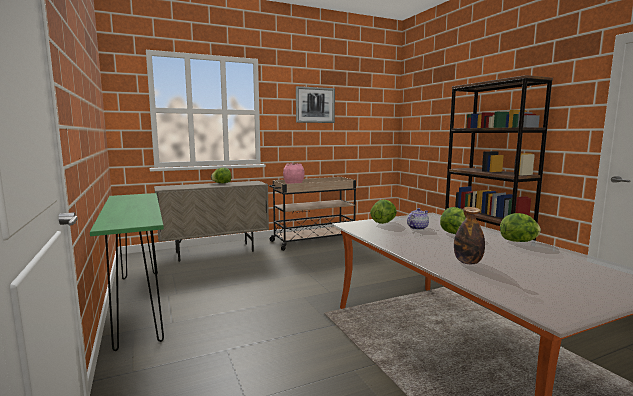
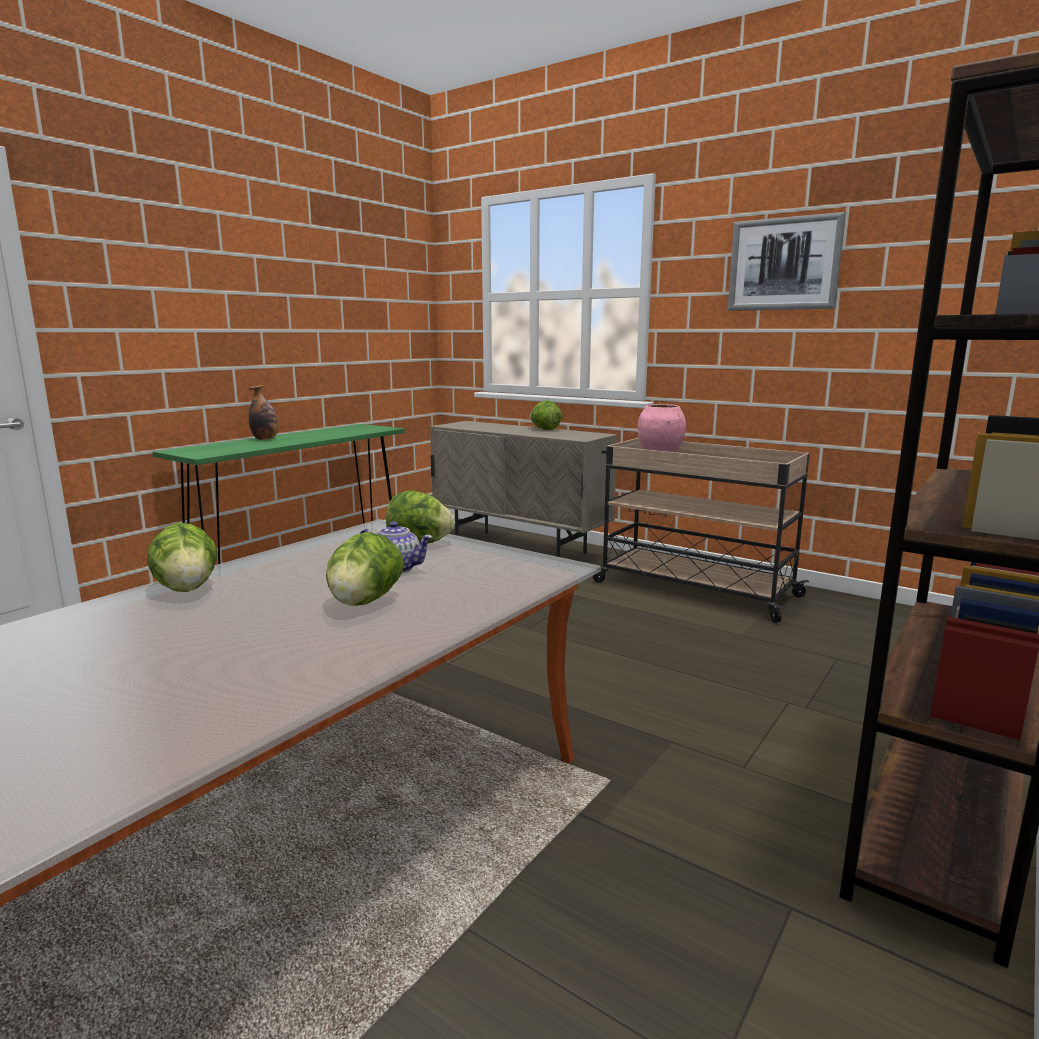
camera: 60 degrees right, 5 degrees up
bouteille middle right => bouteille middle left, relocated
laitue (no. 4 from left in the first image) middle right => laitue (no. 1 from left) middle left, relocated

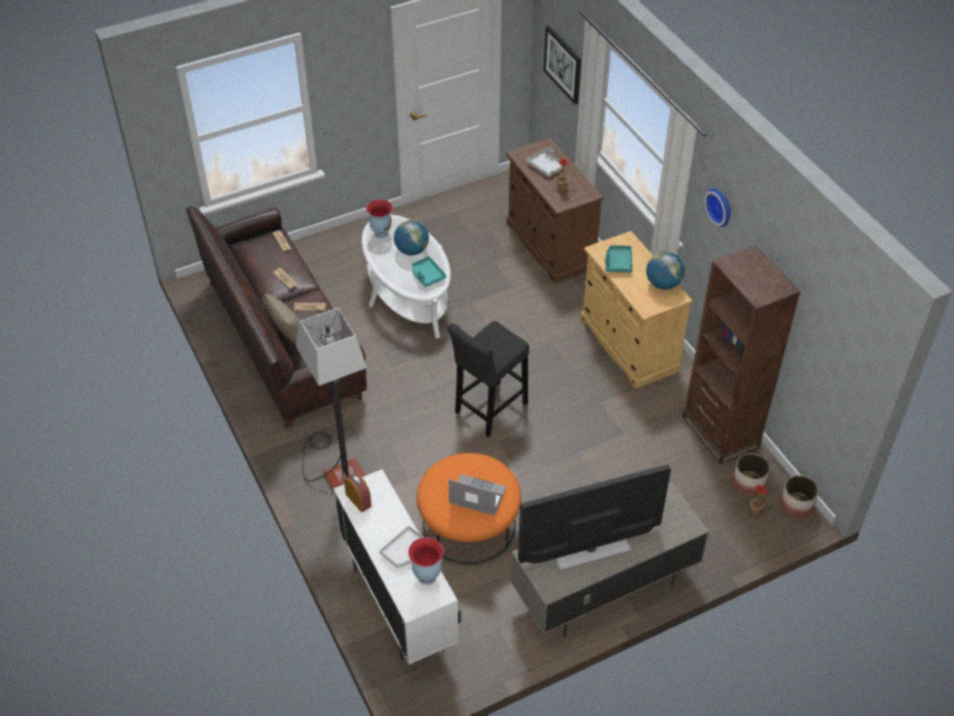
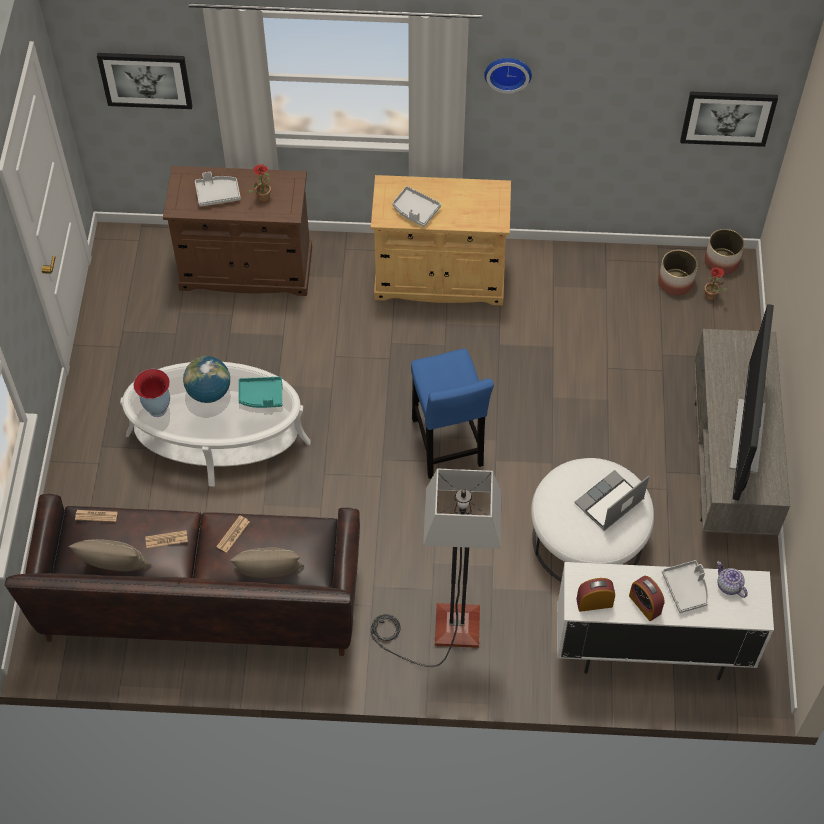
camera: 60 degrees left, 10 degrees up
globe (no. 2 from left) middle right => nothing
bibliothèque [marron] middle right => nothing
nothing => coussin [beige] (no. 1 from left) bottom left
nothing => réveil (no. 2 from left) bottom right
nothing => tableau (no. 2 from left) top right
vase (no. 2 from left) bottom centre => théière bottom right
pouf [orange] bottom centre => pouf [blanc] middle right
tabouret [noir] centre => tabouret [bleu] centre
plateau [turquoise] (no. 2 from left) centre => plateau [gris] (no. 2 from left) top centre

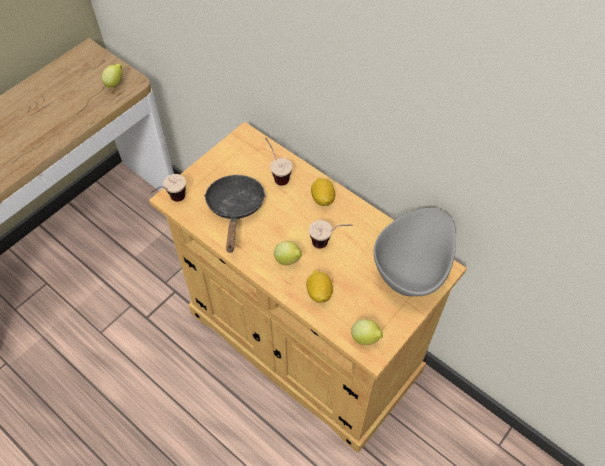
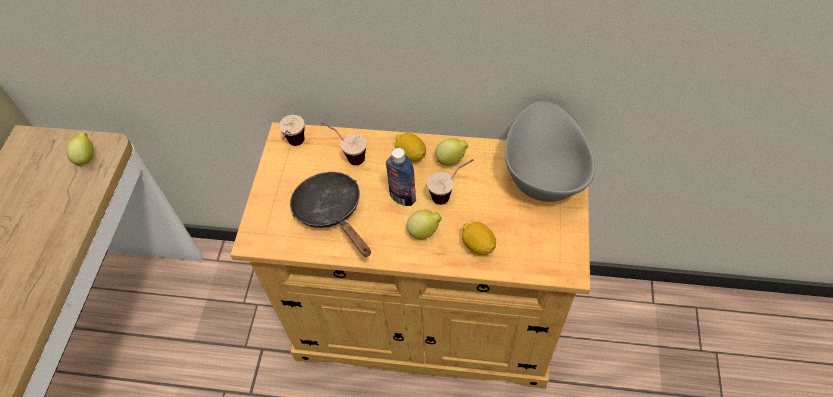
camera: 30 degrees left, 0 degrees up
nothing => bouteille centre
tasse (no. 1 from left) middle left => tasse (no. 1 from left) top centre, relocated
citron (no. 5 from left in the first image) bottom centre => citron (no. 4 from left) centre, relocated

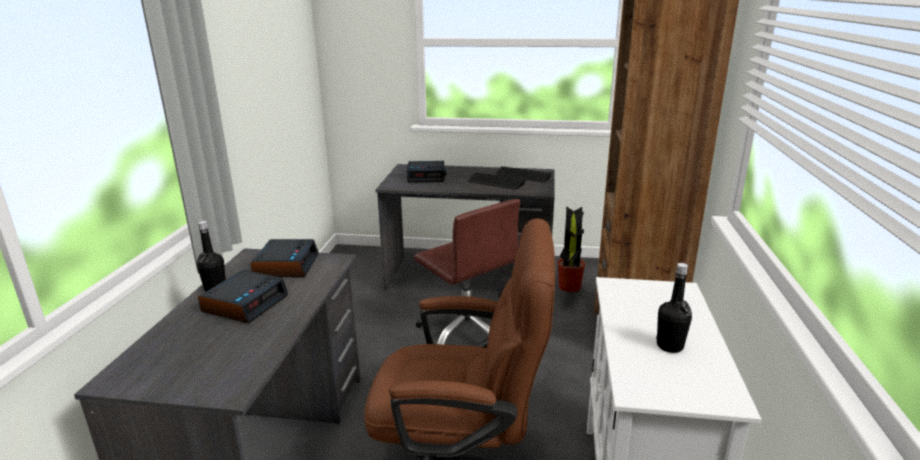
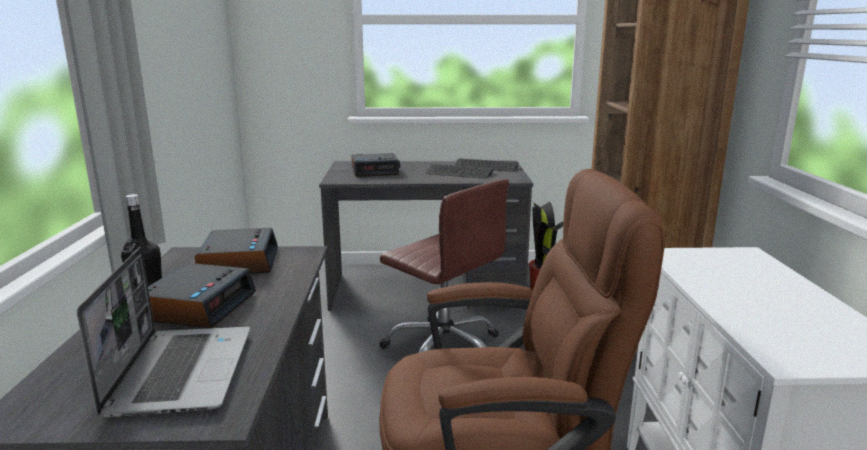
camera: 10 degrees left, 5 degrees down
bouteille [noir] (no. 2 from left) bottom right => nothing
nothing => ordinateur portable bottom left

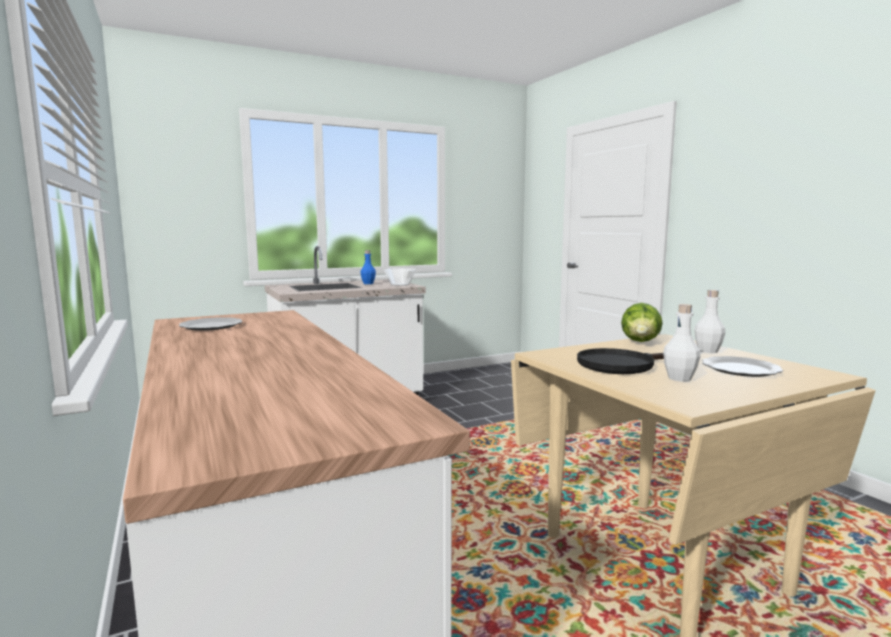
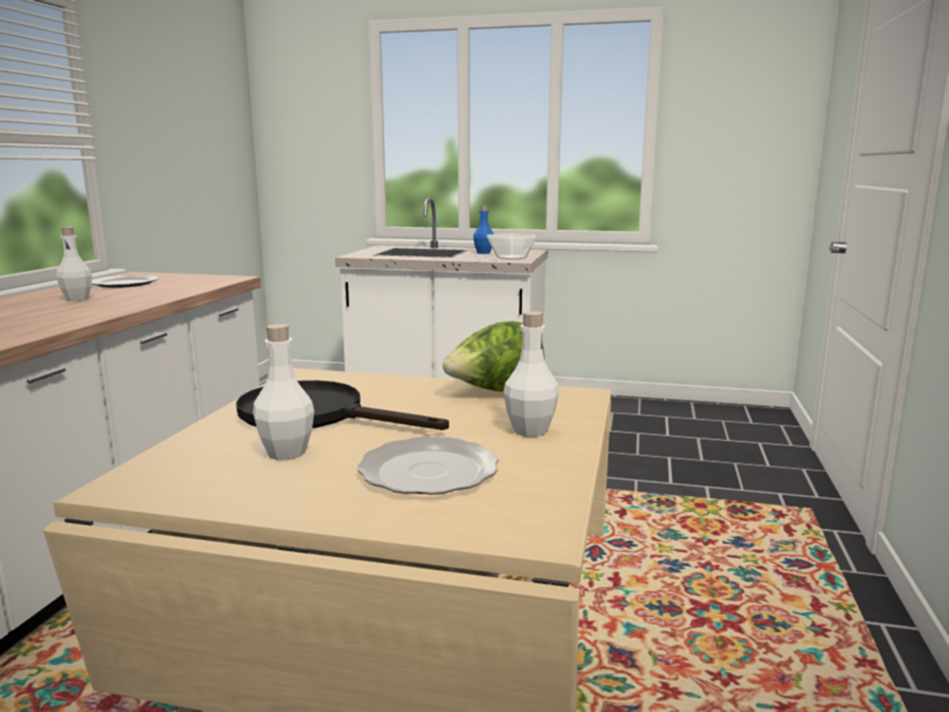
camera: 40 degrees right, 5 degrees up
nothing => bouteille [blanc] (no. 1 from left) middle left

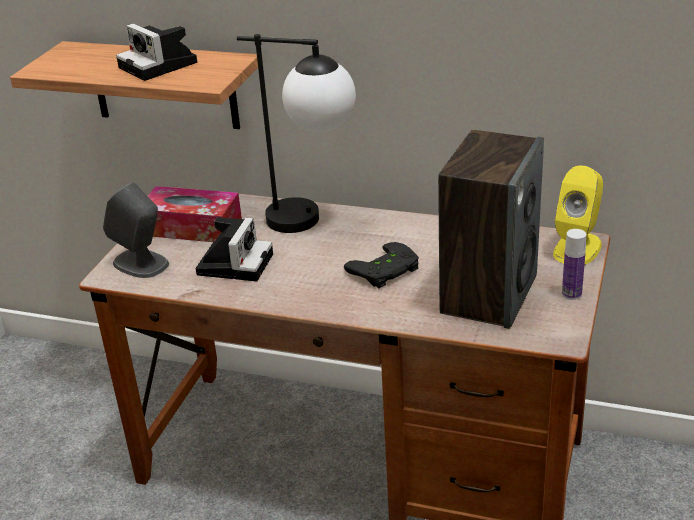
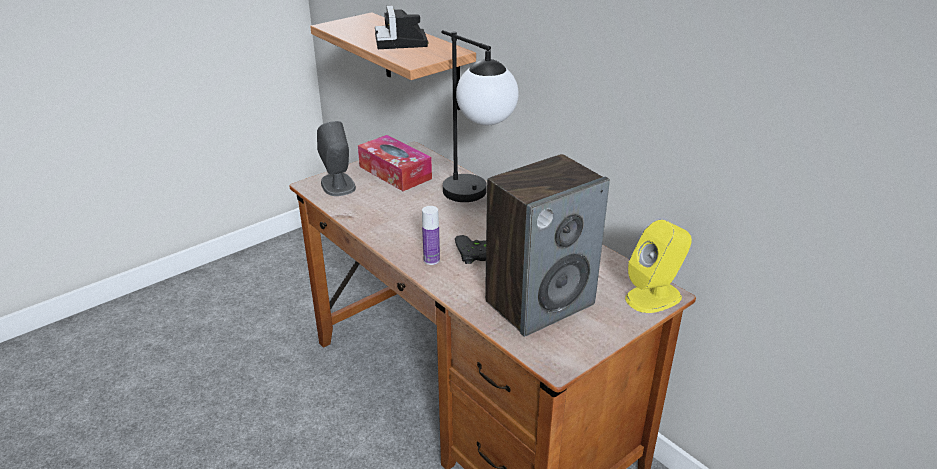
camera: 30 degrees right, 0 degrees up
appareil photo (no. 2 from left) centre => nothing
bouteille middle right => bouteille centre, relocated

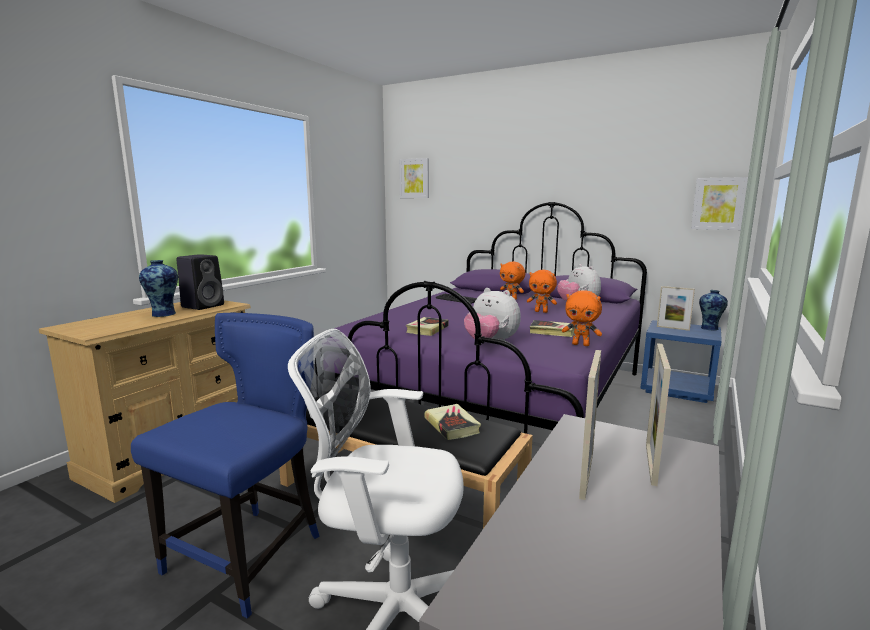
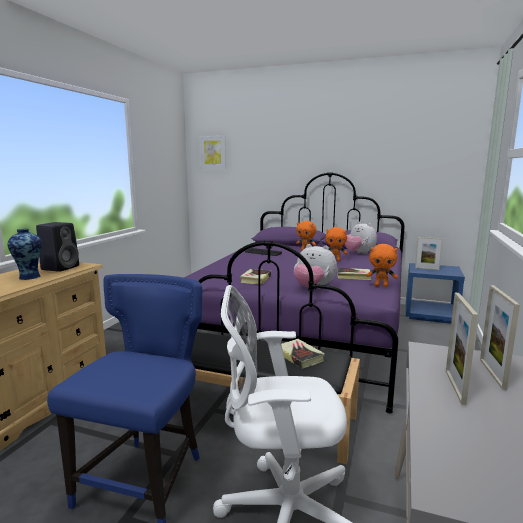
camera: 10 degrees left, 0 degrees up
tableau (no. 2 from left) top right => nothing
vase (no. 2 from left) middle right => nothing

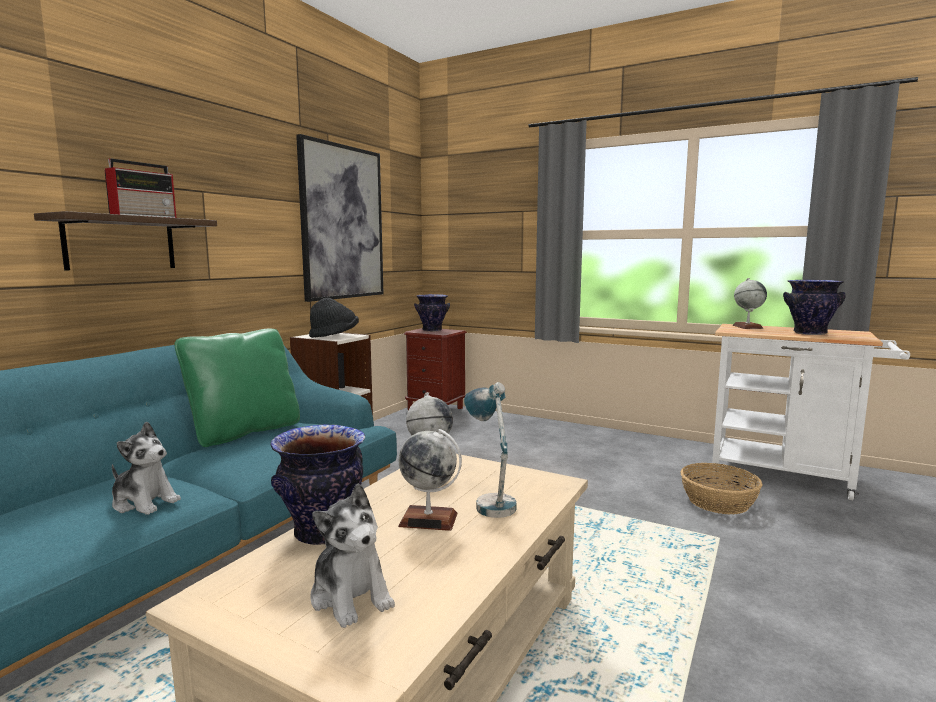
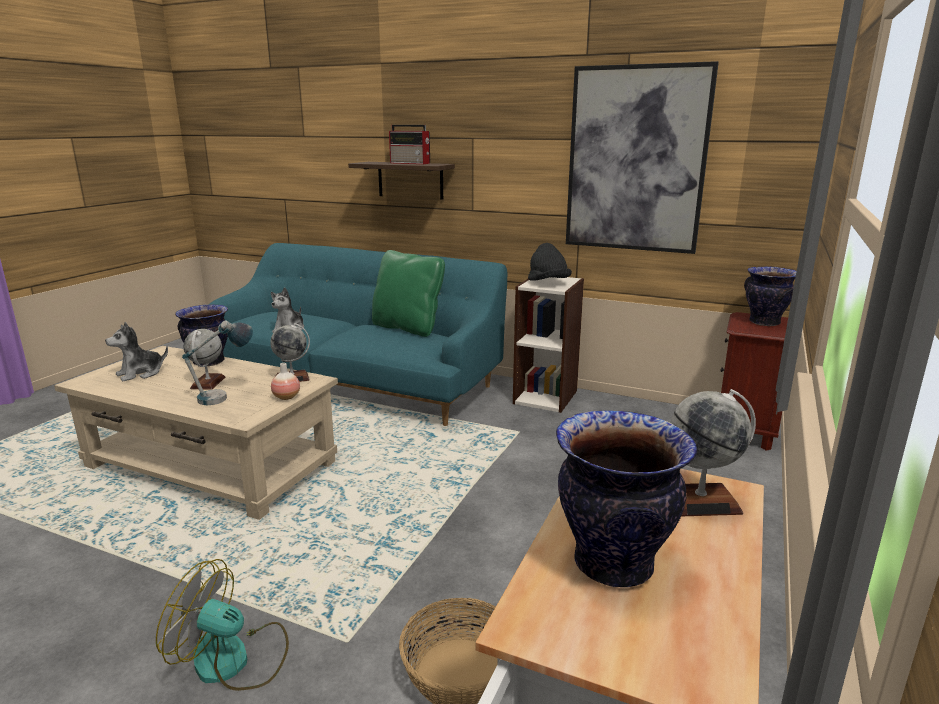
camera: 85 degrees right, 10 degrees up
nothing => ventilateur bottom left
nothing => vase (no. 2 from left) middle left

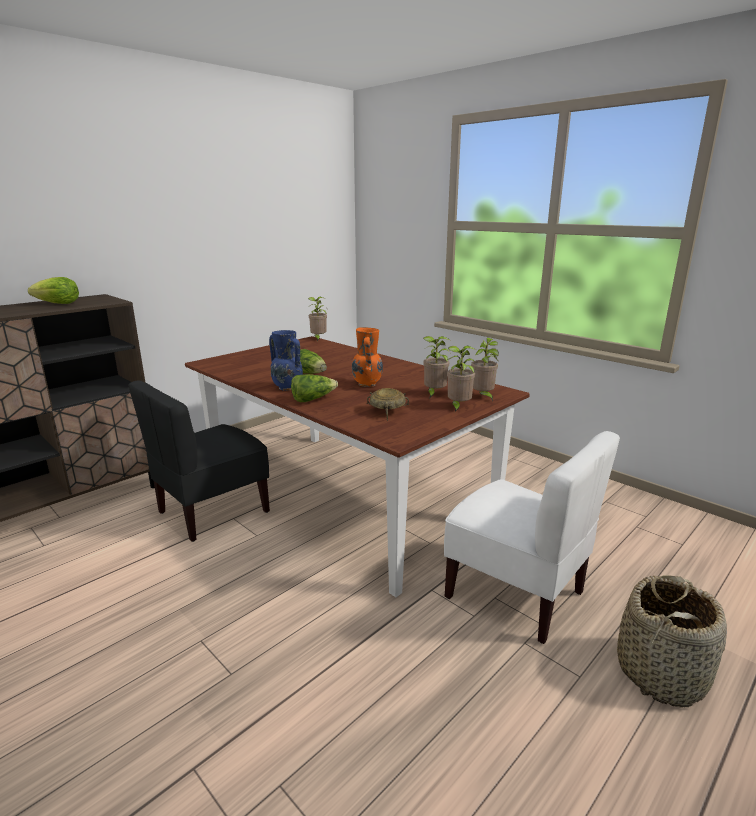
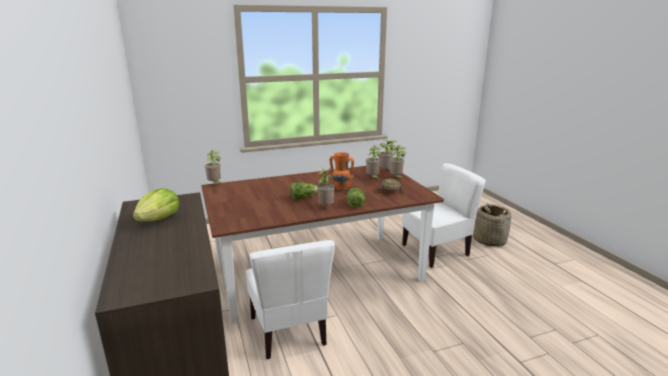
camera: 65 degrees left, 0 degrees up
vase [bleu] centre => plante en pot (no. 2 from left) centre
chaise [noir] middle left => chaise [blanc] (no. 1 from left) bottom centre

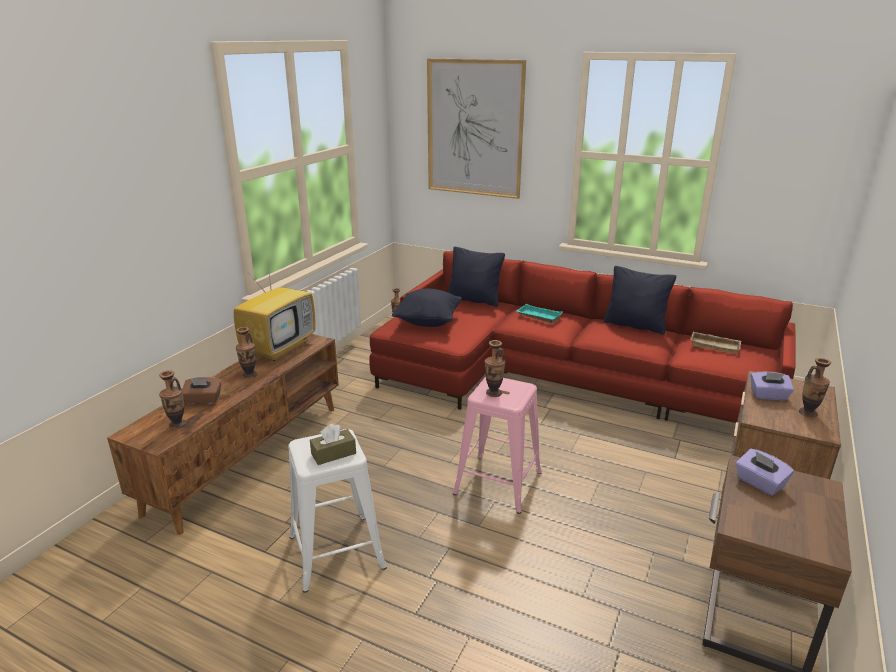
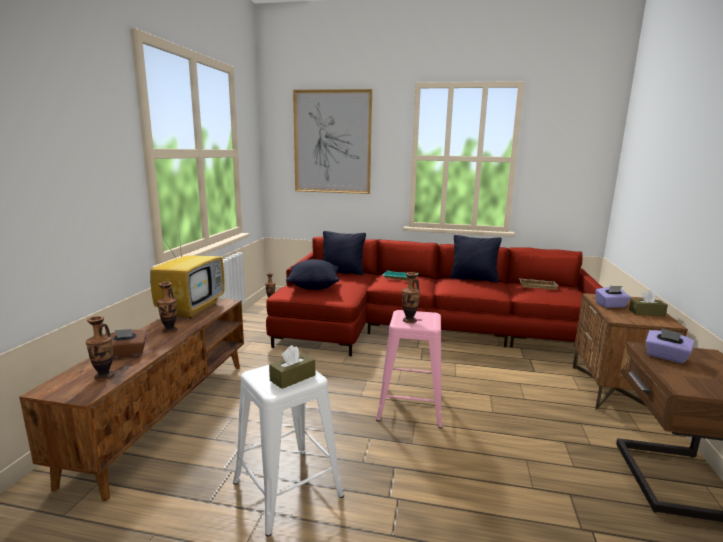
camera: 15 degrees left, 10 degrees down
vase (no. 5 from left) middle right => boîte à mouchoirs [marron] (no. 3 from left) middle right

